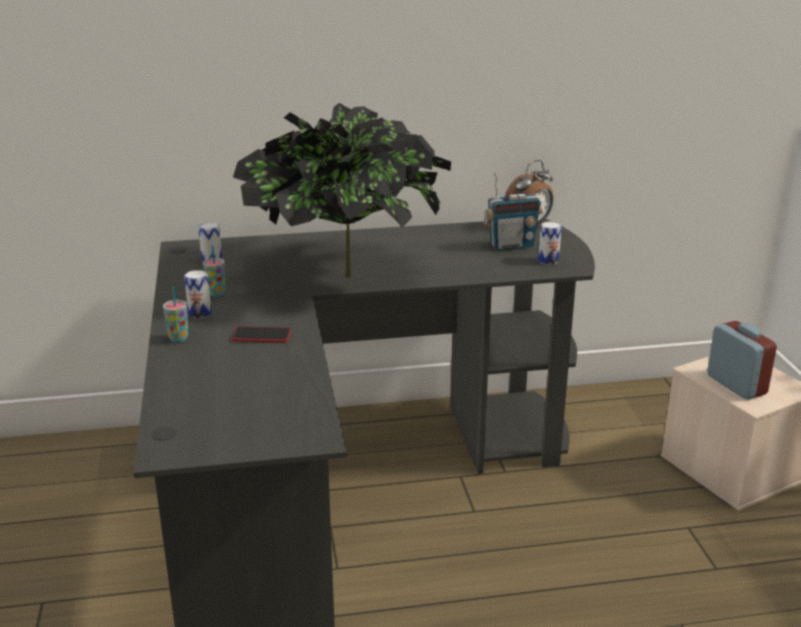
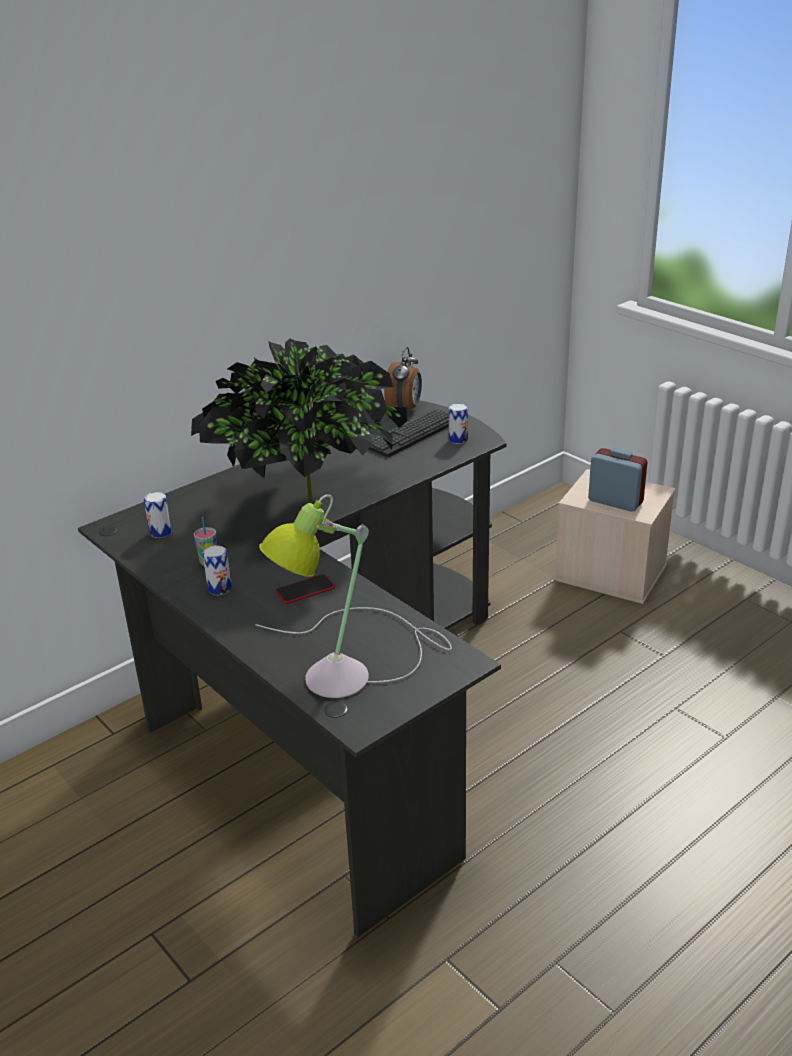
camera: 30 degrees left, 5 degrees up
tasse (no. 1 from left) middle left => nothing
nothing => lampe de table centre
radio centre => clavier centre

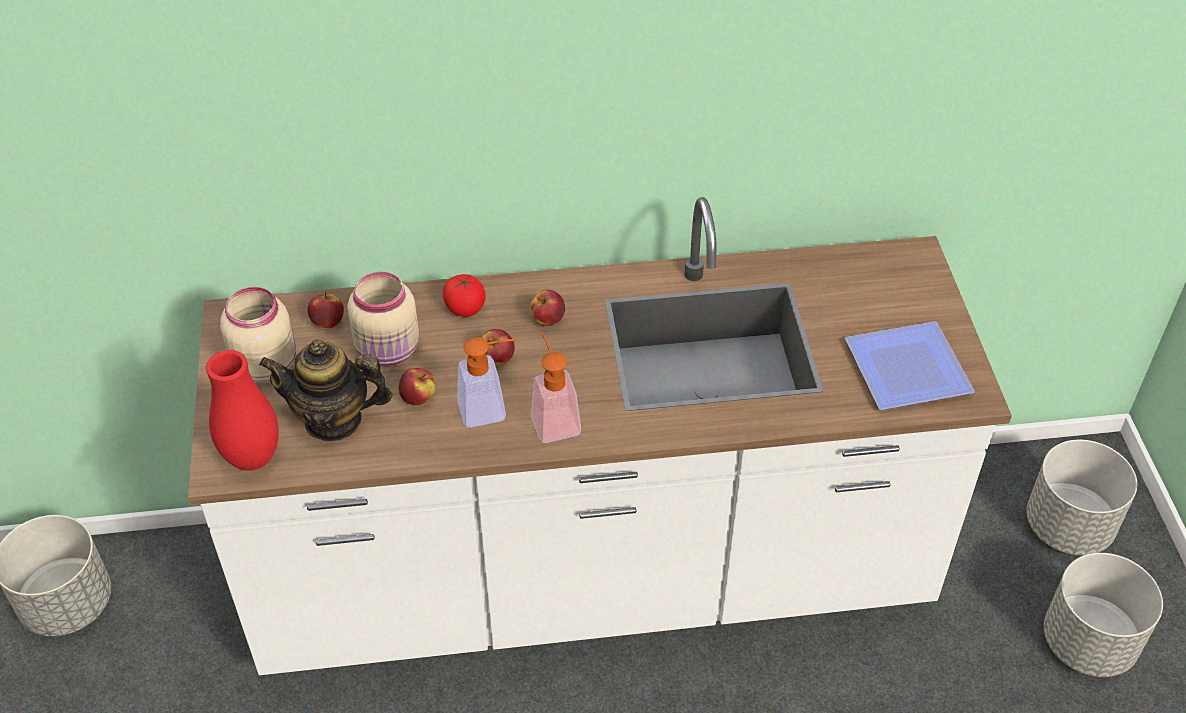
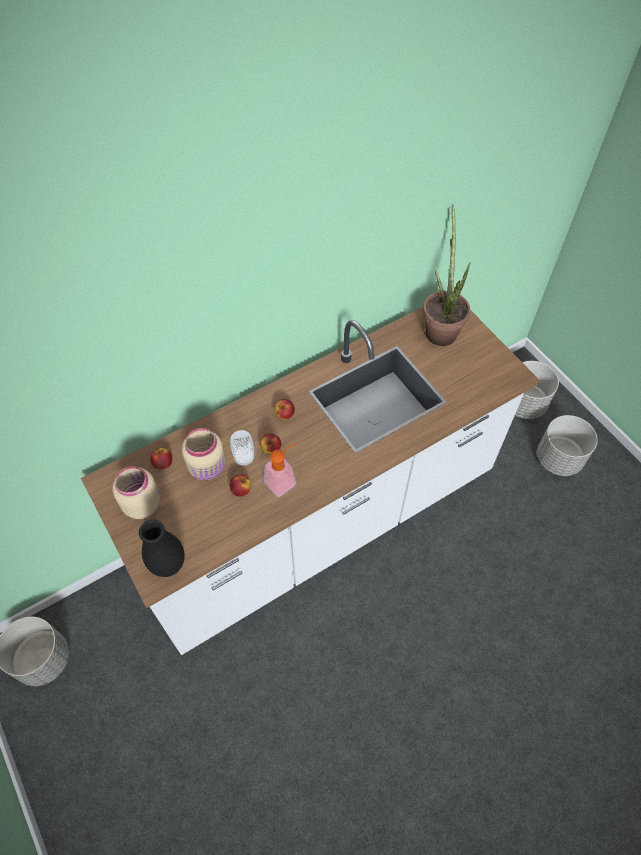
camera: 25 degrees left, 10 degrees up
théière middle left => nothing
tomate centre => nothing
distributeur de savon (no. 2 from left) centre => nothing
assiette middle right => nothing
nothing => tasse centre
nothing => plante en pot top right
vase [rouge] middle left => vase [noir] middle left

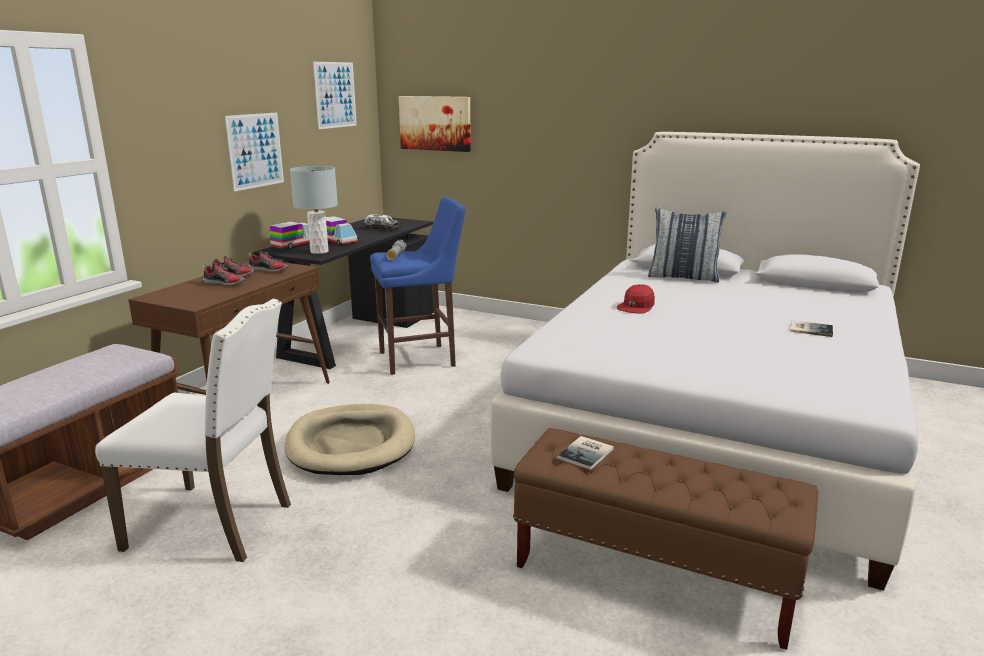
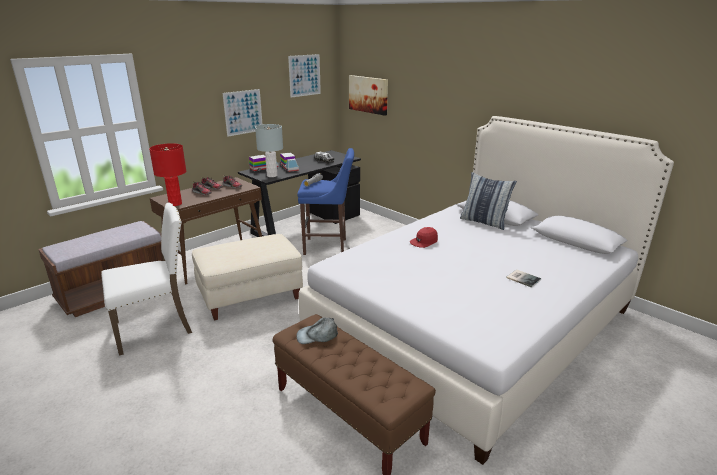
camera: 20 degrees right, 5 degrees up
nothing => lampe de table [rouge] middle left
panier pour chien [beige] bottom centre => pouf [beige] centre
livre (no. 1 from left) bottom centre => casquette [gris] bottom centre
chaise [blanc] middle left, 60 degrees counterclockwise

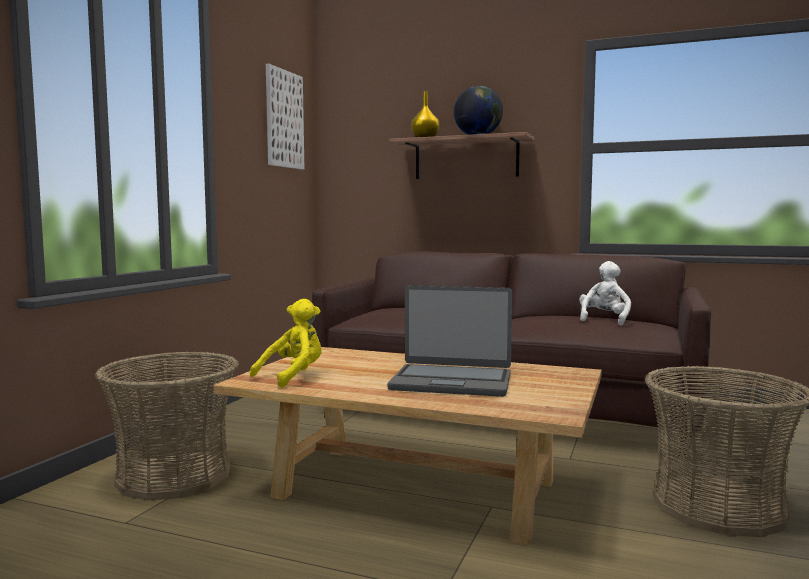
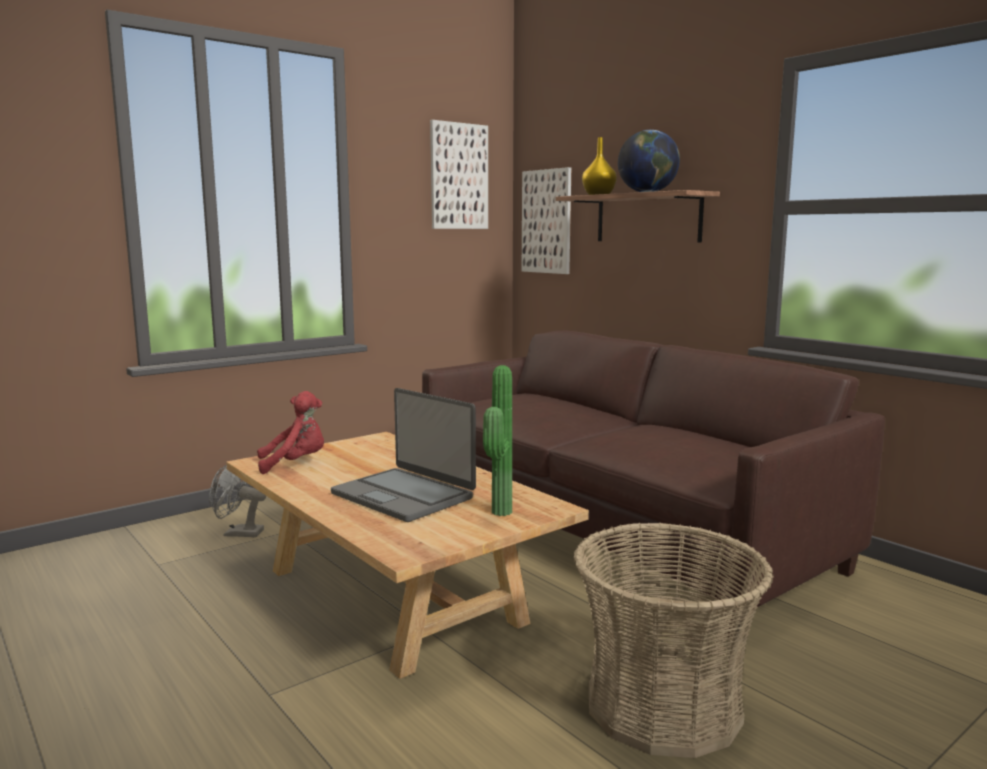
camera: 30 degrees right, 5 degrees up
peluche [blanc] middle right => nothing
nothing => plante en pot centre
nothing => tableau (no. 2 from left) top centre
panier (no. 1 from left) bottom left => ventilateur [gris] middle left
peluche [jaune] centre => peluche [rouge] middle left

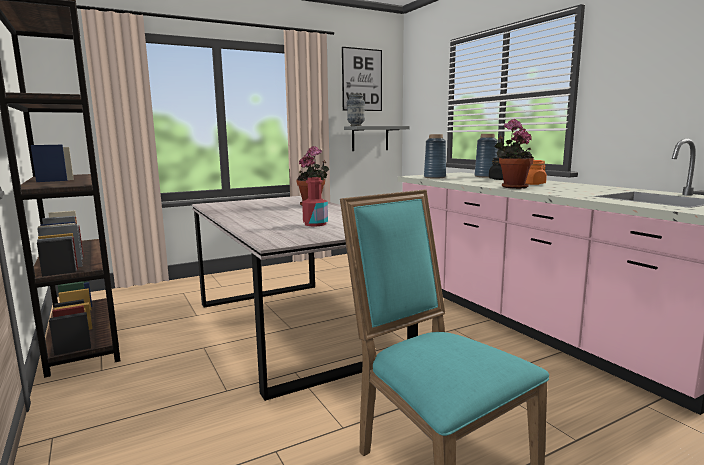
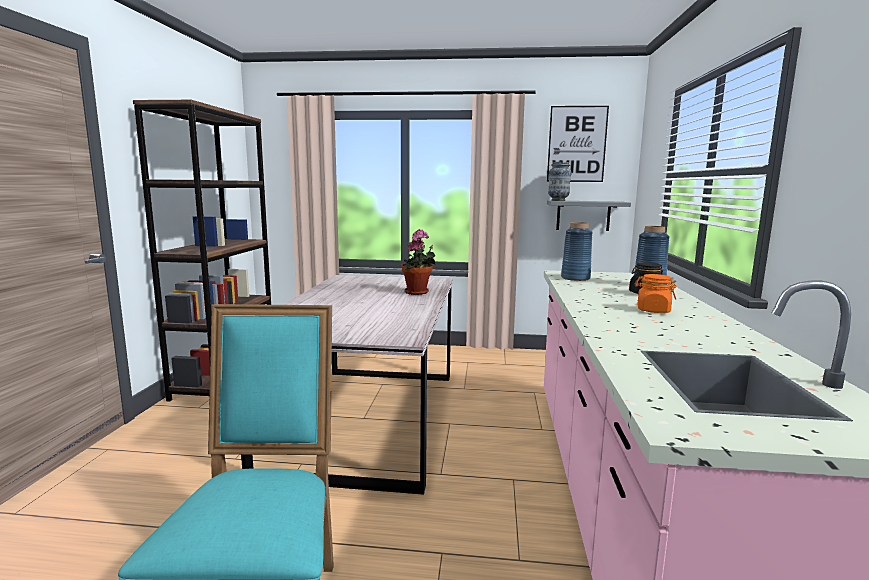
camera: 35 degrees right, 0 degrees up
bouteille [rouge] centre => nothing
plante en pot (no. 2 from left) top right => nothing

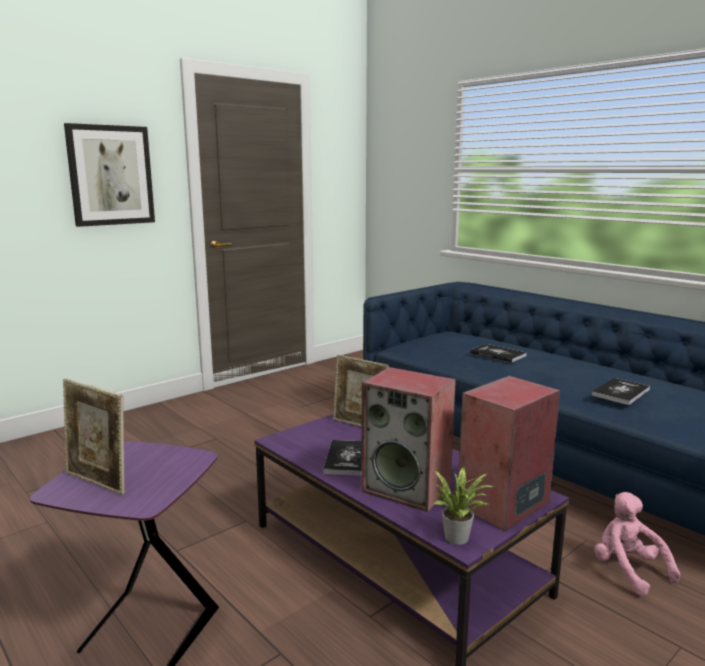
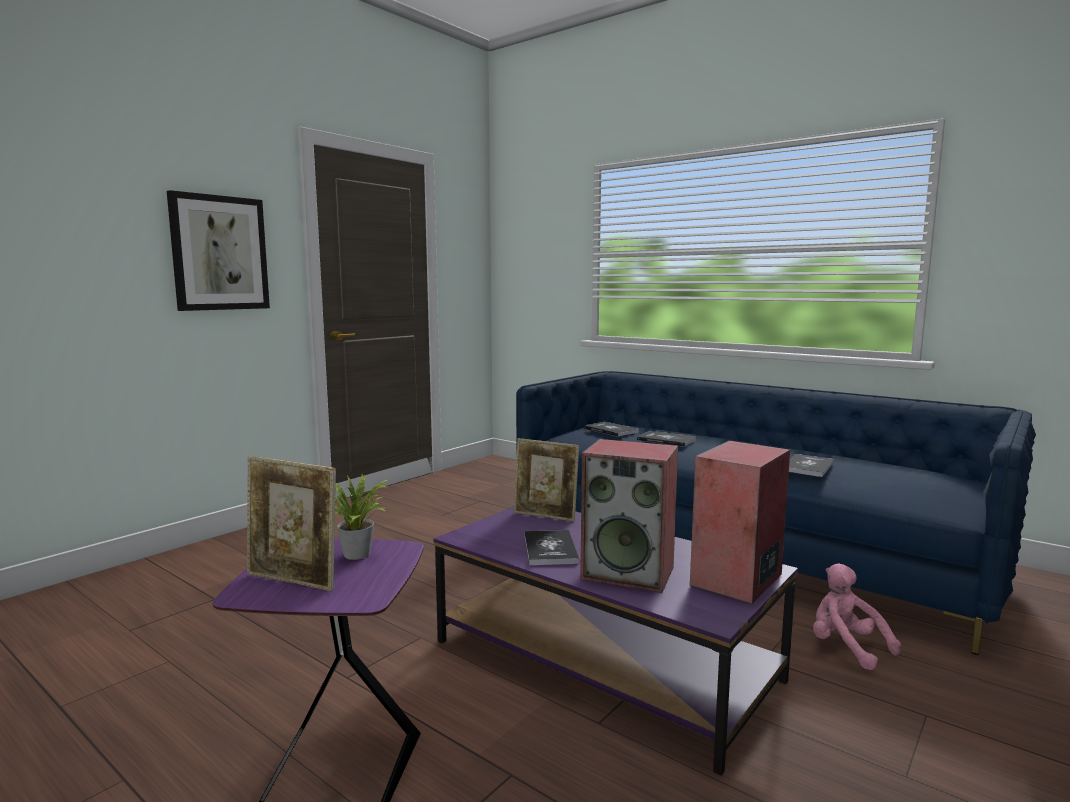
camera: 10 degrees left, 5 degrees down
nothing => livre (no. 2 from left) centre
plante en pot bottom centre => plante en pot centre, relocated

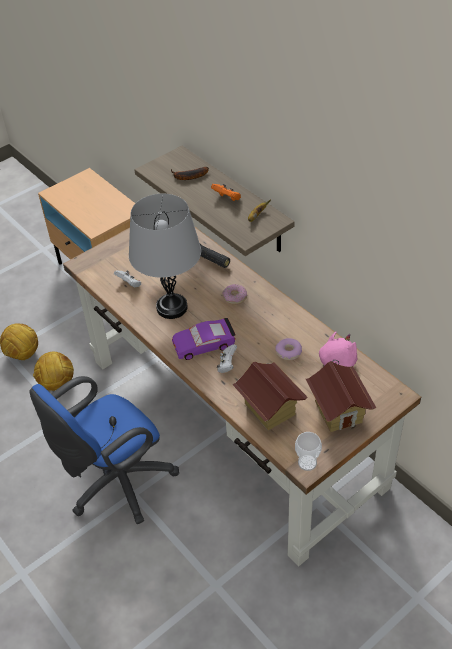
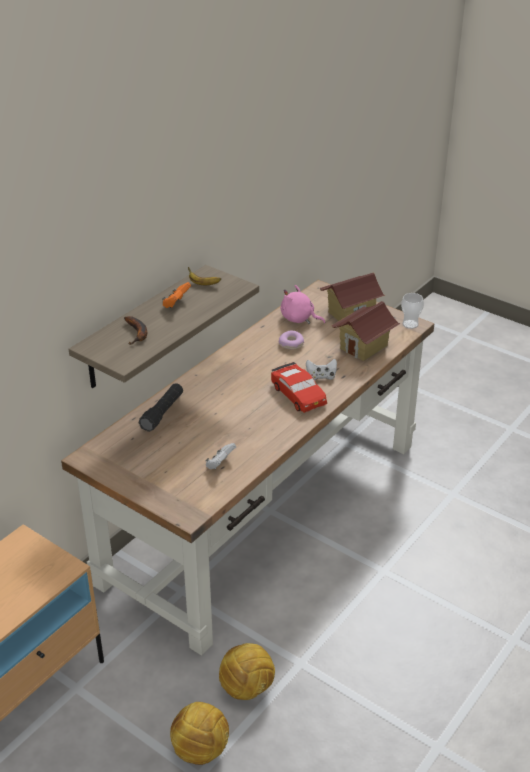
camera: 105 degrees left, 10 degrees down
chaise de bureau [bleu] bottom left => nothing
lampe de table [gris] centre => nothing
beignet (no. 1 from left) centre => nothing
petite voiture [violet] centre => petite voiture [rouge] centre

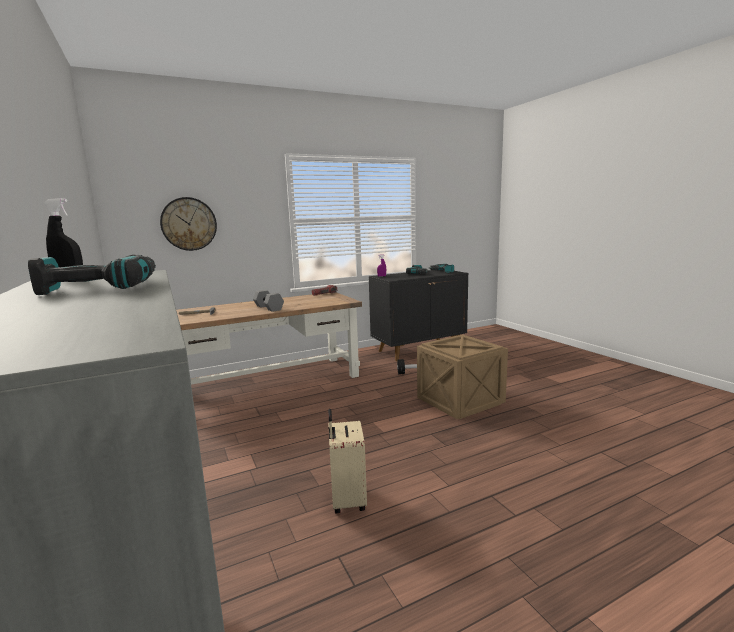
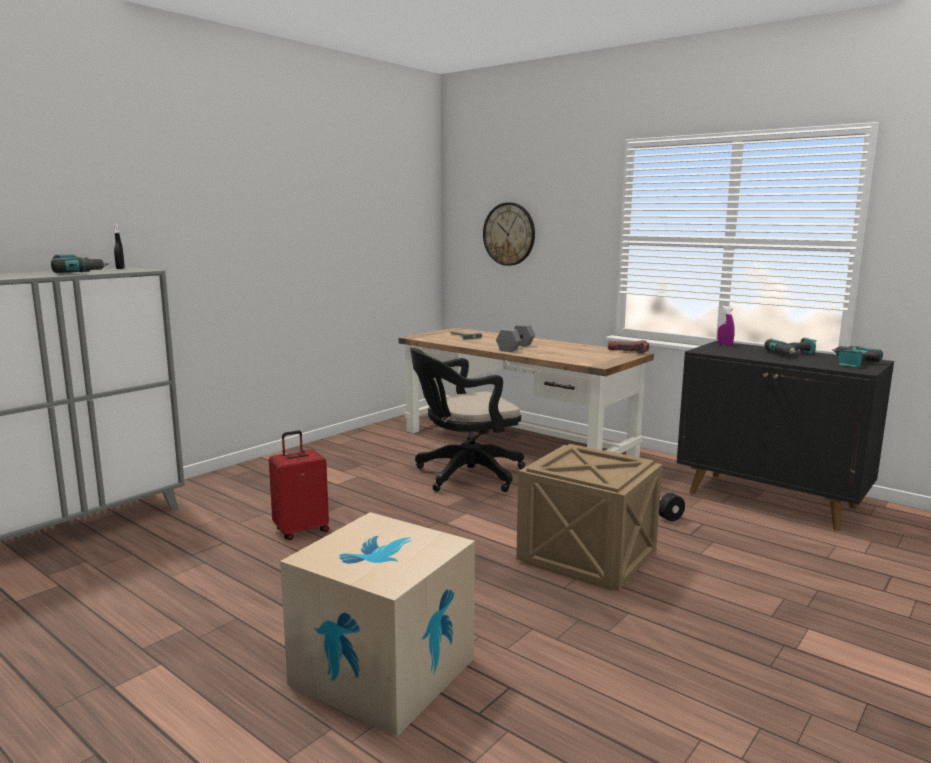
camera: 65 degrees right, 0 degrees up
nothing => carton bottom centre
nothing => chaise de bureau [noir] centre
valise [beige] bottom centre => valise [rouge] middle left

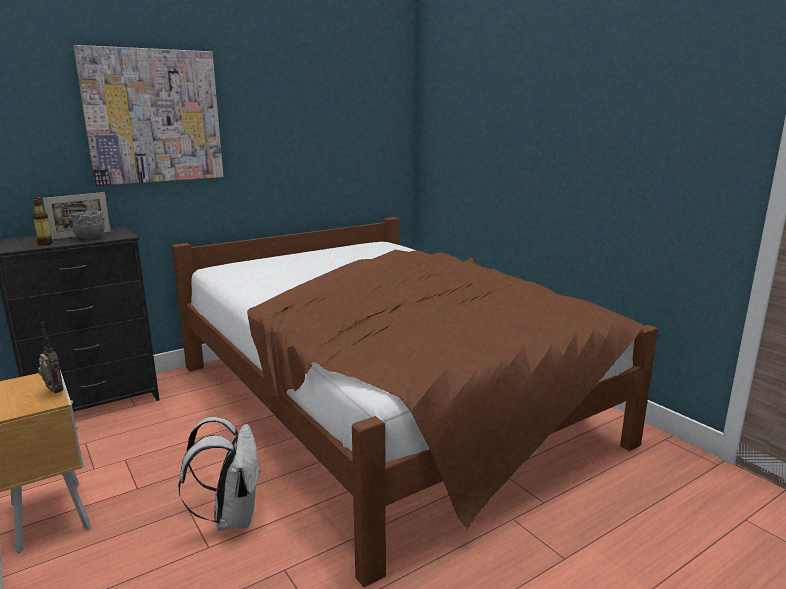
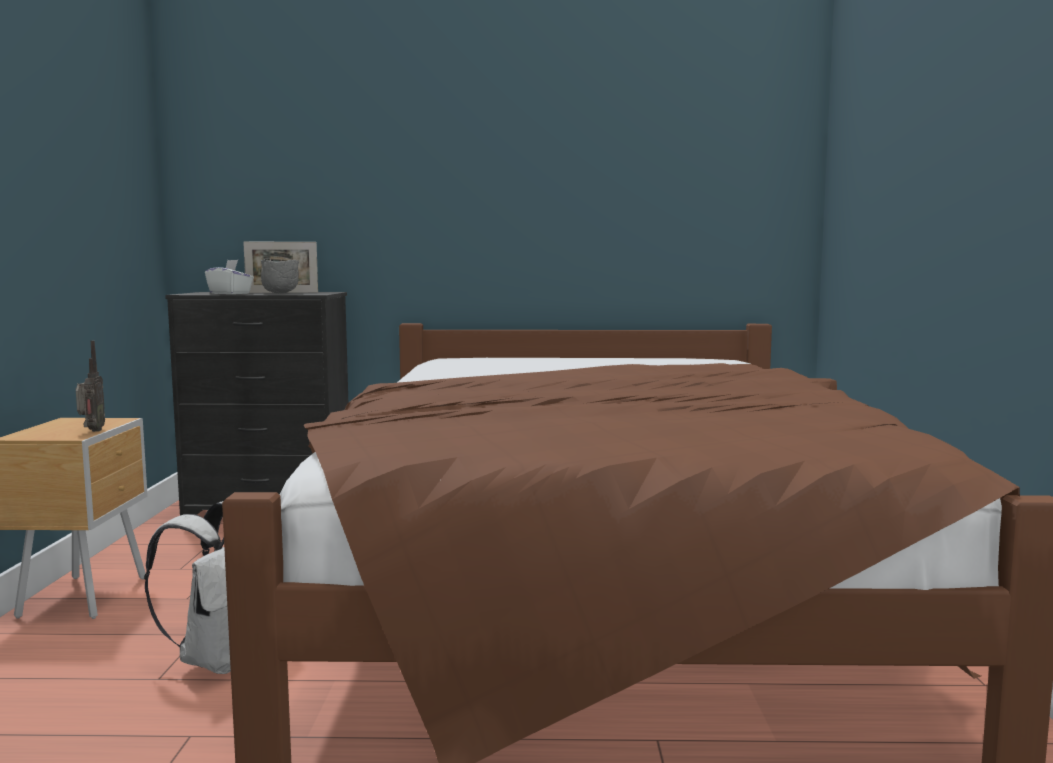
camera: 35 degrees right, 10 degrees down
tableau top left => nothing
bouteille middle left => boîte à mouchoirs [blanc] middle left

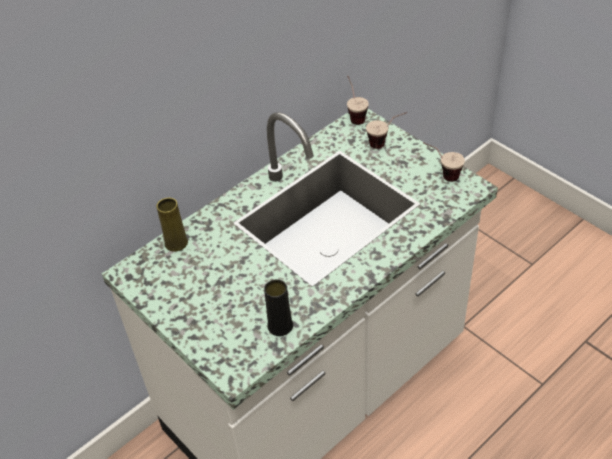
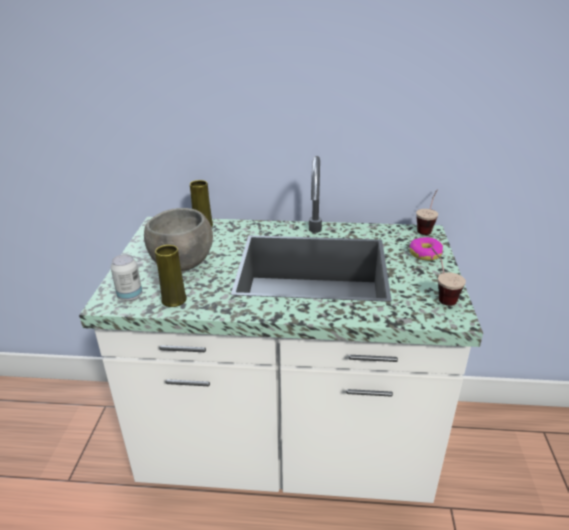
camera: 45 degrees right, 15 degrees down
nothing => boîte métallique middle left
nothing => bol [gris] middle left
tasse (no. 2 from left) top centre => beignet middle right
vase [noir] bottom centre => vase [jaune] (no. 1 from left) middle left

